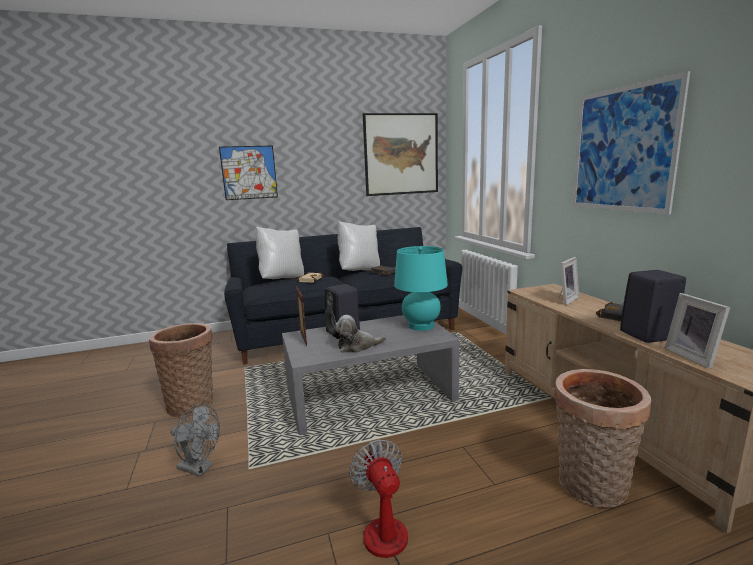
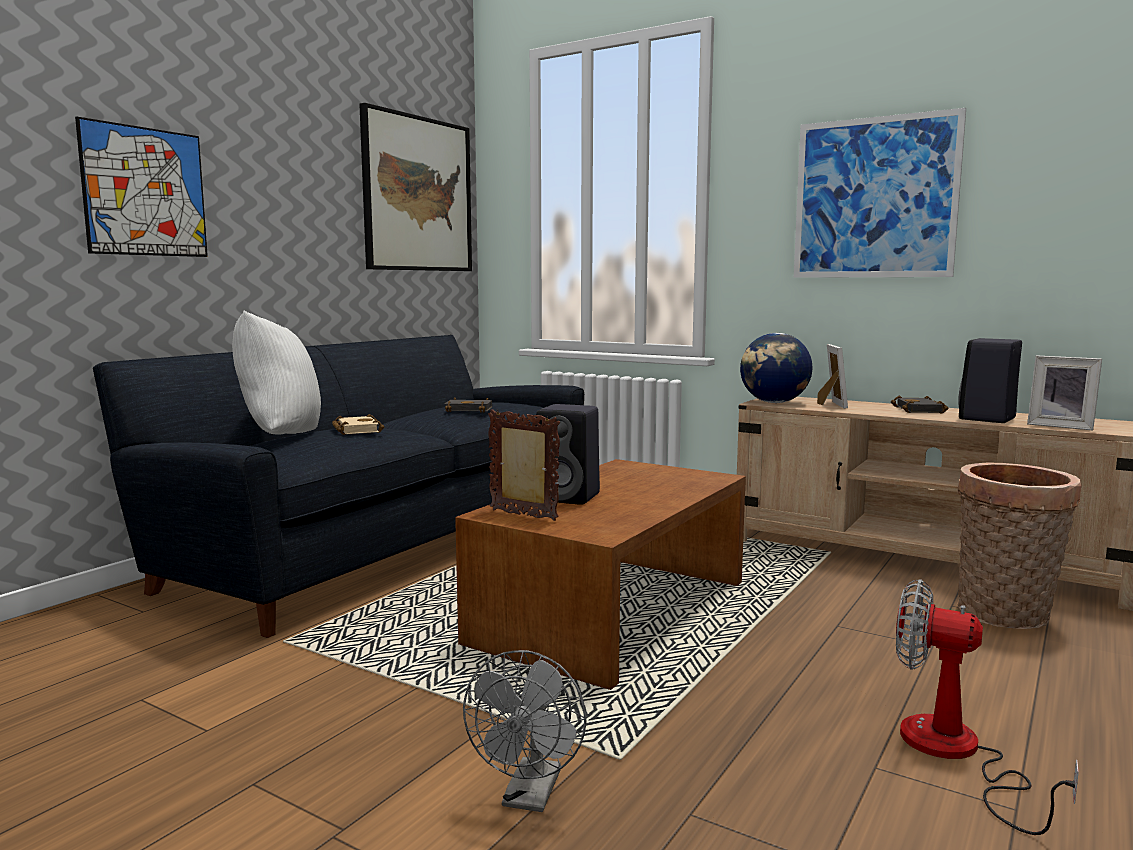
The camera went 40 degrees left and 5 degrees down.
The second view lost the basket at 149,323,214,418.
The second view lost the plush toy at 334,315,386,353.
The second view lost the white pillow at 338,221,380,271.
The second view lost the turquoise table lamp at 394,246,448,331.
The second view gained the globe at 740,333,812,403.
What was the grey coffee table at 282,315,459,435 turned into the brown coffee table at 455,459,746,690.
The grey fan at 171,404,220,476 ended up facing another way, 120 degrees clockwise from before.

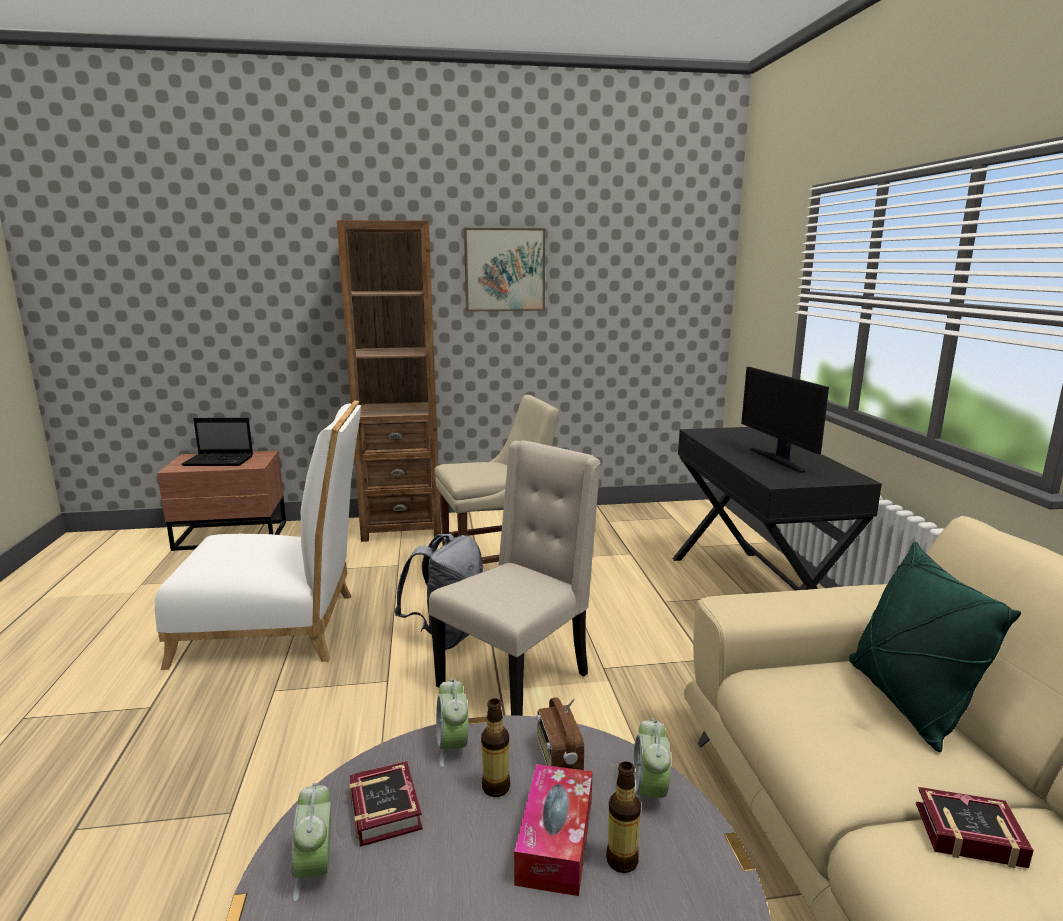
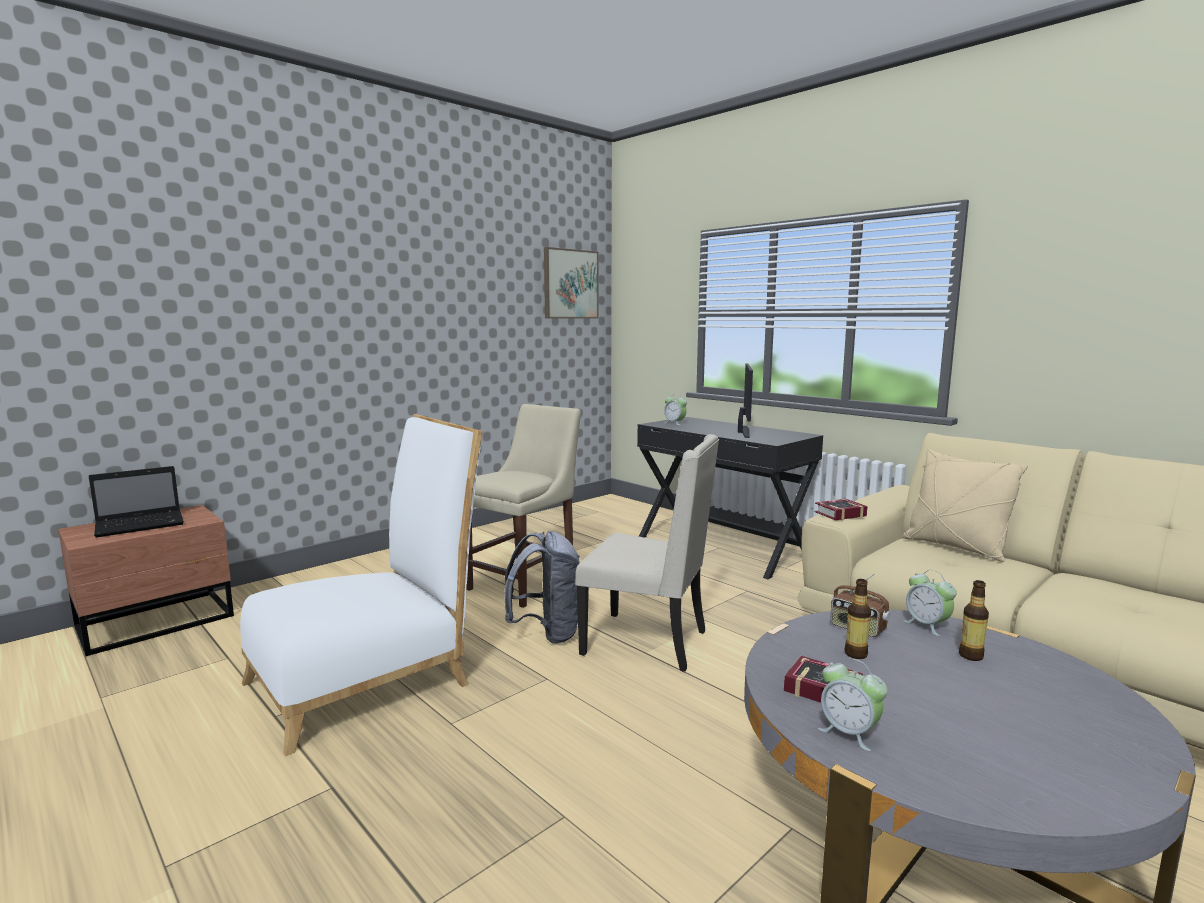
The camera went 35 degrees left and 5 degrees down.
The second view lost the brown bookcase at 337,220,441,542.
The second view lost the tissue box at 514,764,593,896.
The alarm clock ended up elsewhere, having gone from 436,678,469,767 to 664,393,687,425.
The picture ended up elsewhere, having gone from 464,228,545,312 to 544,247,599,319.
The book ended up elsewhere, having gone from 916,787,1034,868 to 815,499,868,520.
What was the green pillow at 849,542,1021,752 turned into the beige pillow at 903,449,1028,562.
The beige chair at 429,441,601,716 ended up facing another way, 105 degrees clockwise from before.
The monitor at 741,367,829,473 ended up facing another way, 120 degrees counterclockwise from before.

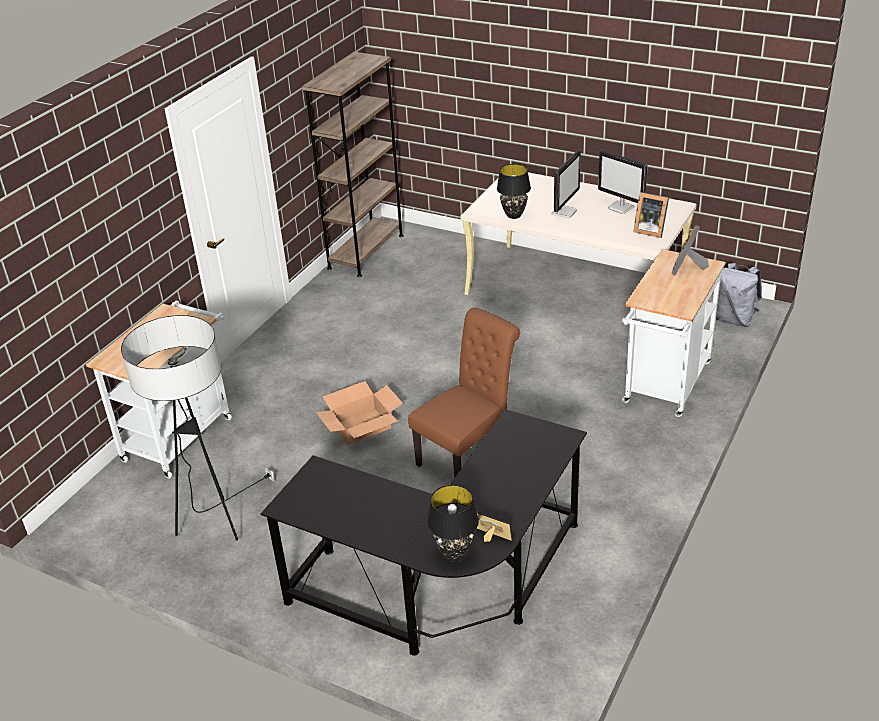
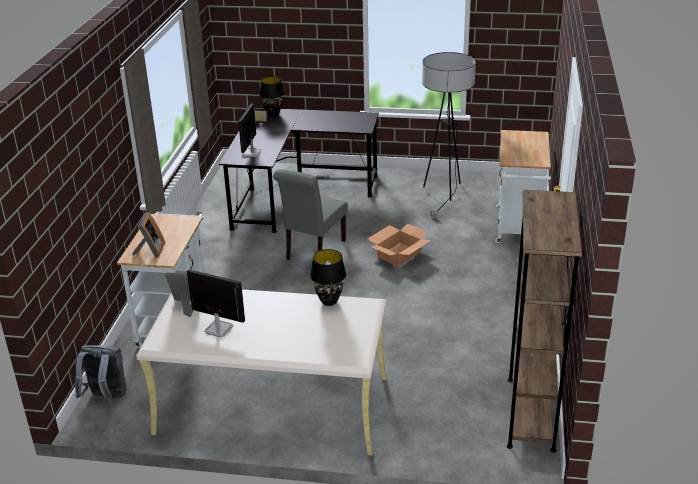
The camera went 160 degrees right and 5 degrees down.
The monitor ended up elsewhere, having gone from 551,150,581,218 to 238,103,261,157.
What was the brown chair at 408,308,520,478 turned into the grey chair at 273,169,348,260.

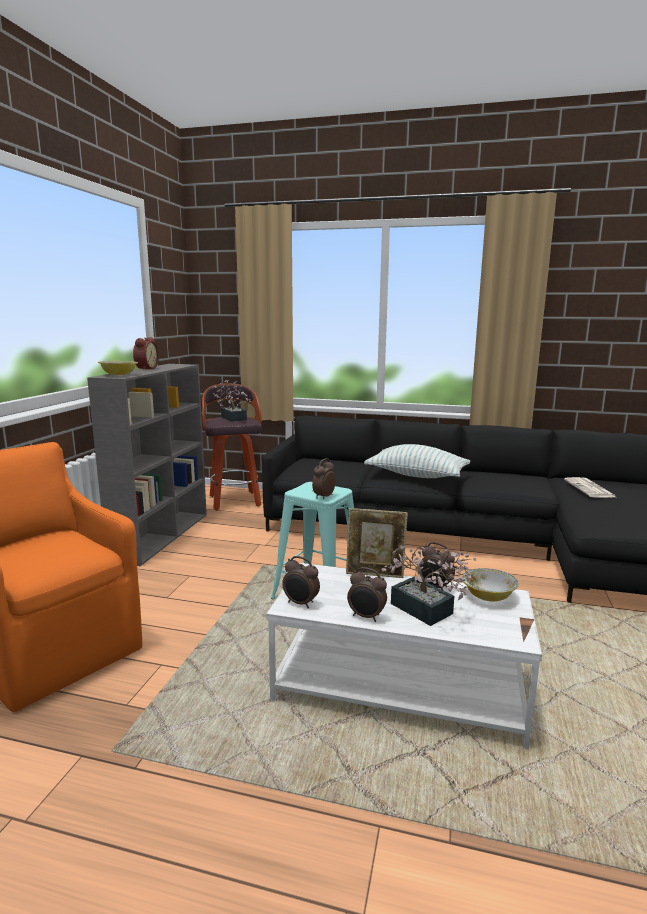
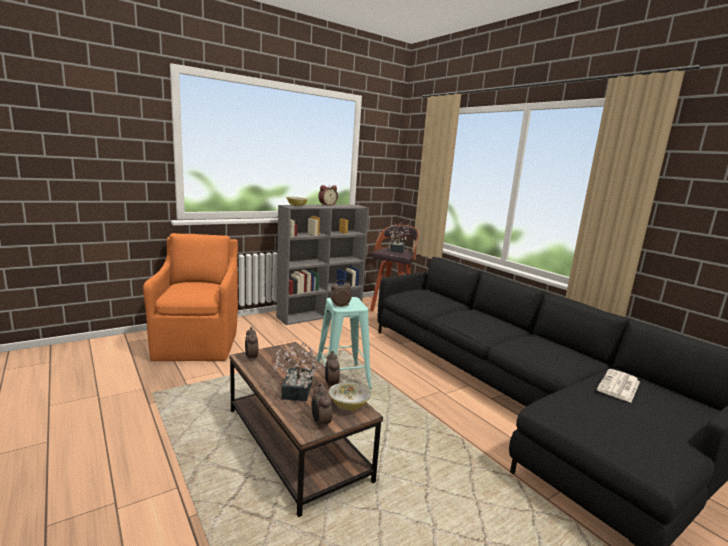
The camera went 40 degrees right and 0 degrees up.
The second view lost the picture frame at 346,508,408,578.
The second view lost the pillow at 364,444,471,478.
The alarm clock ended up elsewhere, having gone from 347,567,387,622 to 311,384,332,429.
What was the white coffee table at 267,563,542,749 turned into the brown coffee table at 229,342,383,517.

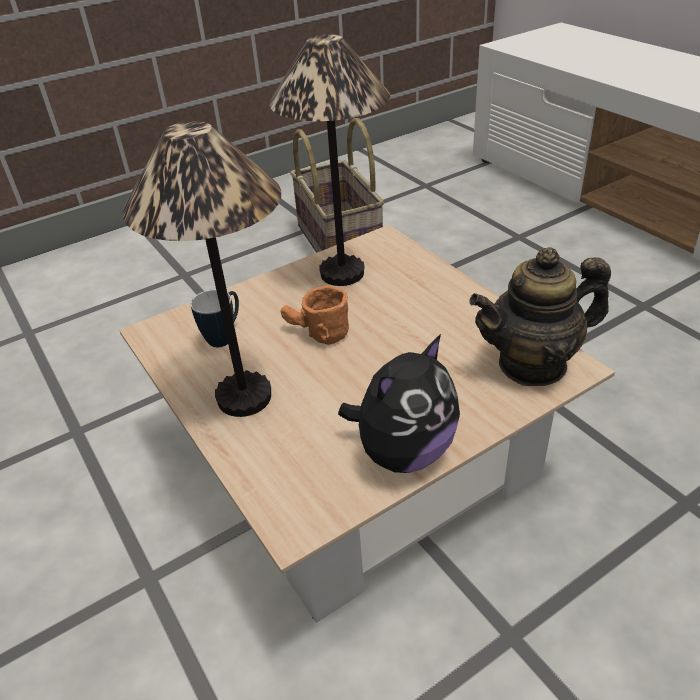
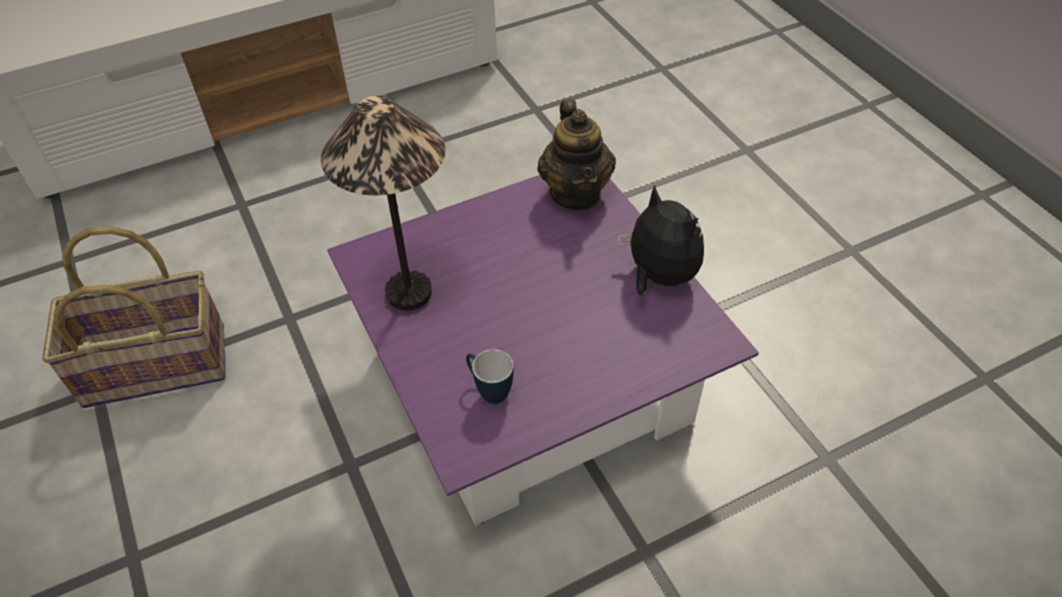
The camera went 85 degrees left and 10 degrees up.
The second view lost the table lamp at 123,121,281,417.
The second view lost the orange mug at 281,285,349,345.
What was the beige coffee table at 119,225,615,623 turned into the purple coffee table at 327,175,759,526.

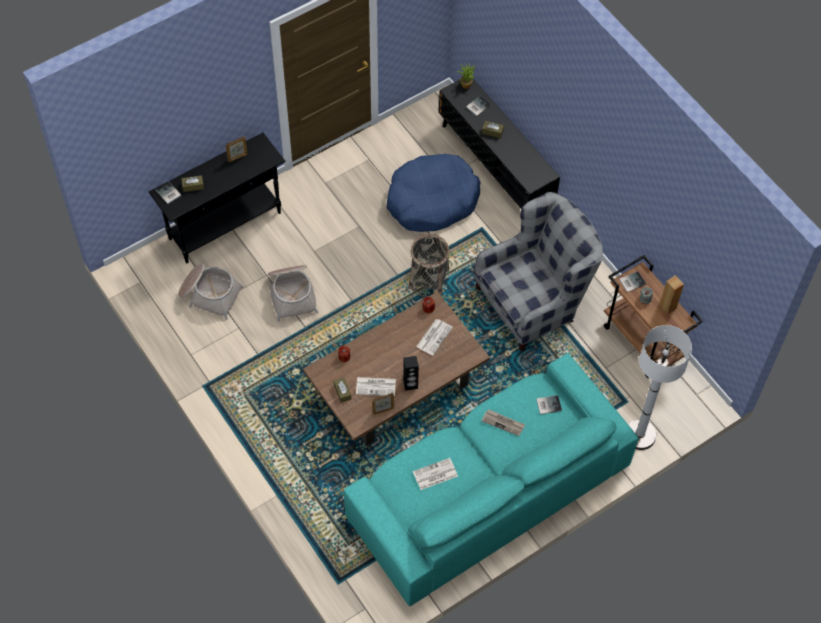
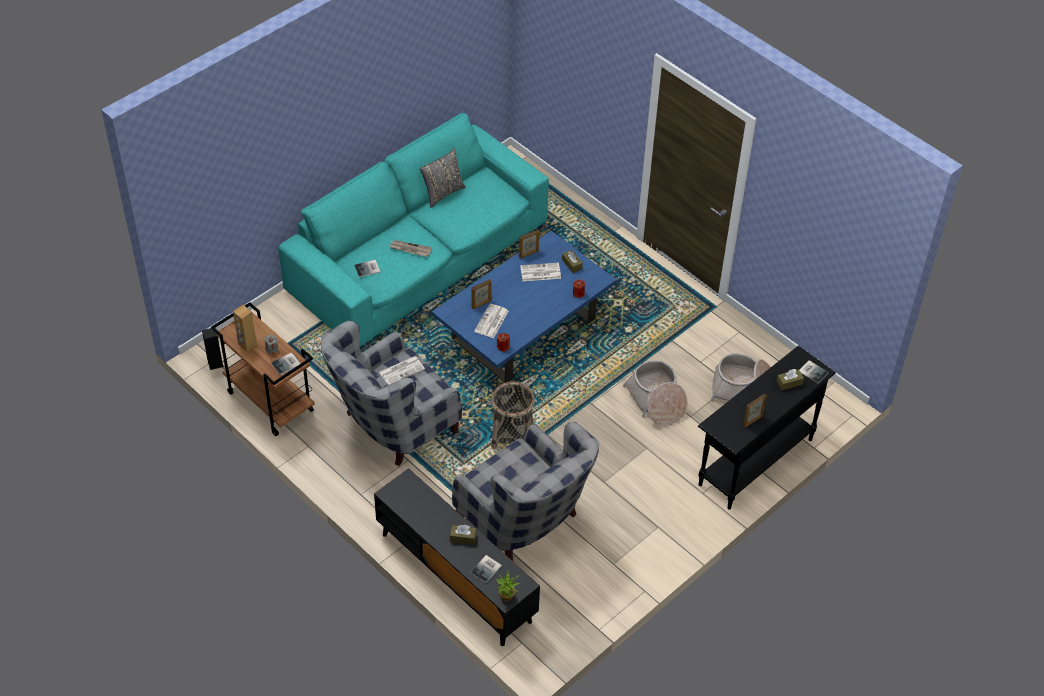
The camera went 170 degrees right and 10 degrees down.
The second view lost the white floor lamp at 628,325,692,450.
The second view gained the grey pillow at 419,148,466,208.
The second view gained the picture frame at 471,279,492,309.
The black speaker ended up elsewhere, having gone from 403,356,419,391 to 202,328,223,370.
The newspaper ended up elsewhere, having gone from 413,458,458,490 to 379,356,425,385.
Where the blue dog bed stood at 386,154,480,232, the grey armchair came to stand at 452,422,599,562.
What was the brown coffee table at 303,292,490,446 turned into the blue coffee table at 432,231,617,383.

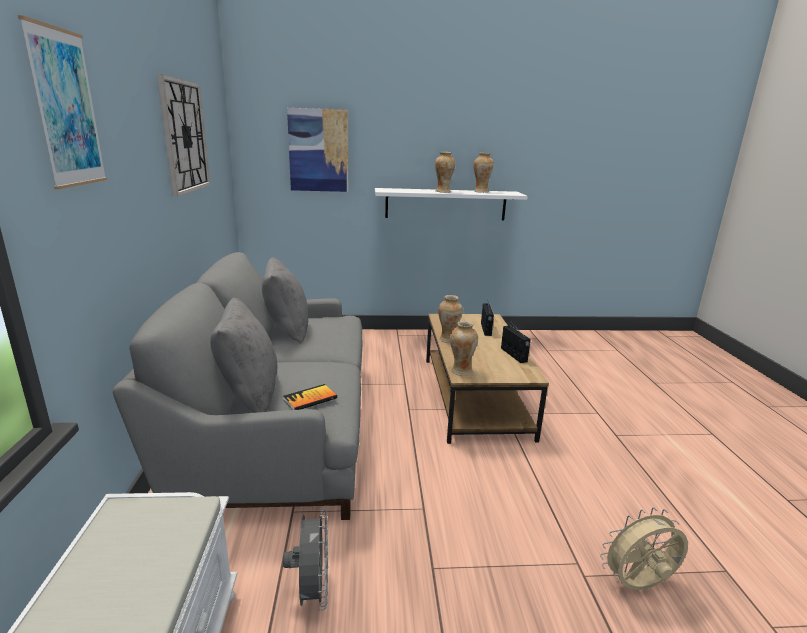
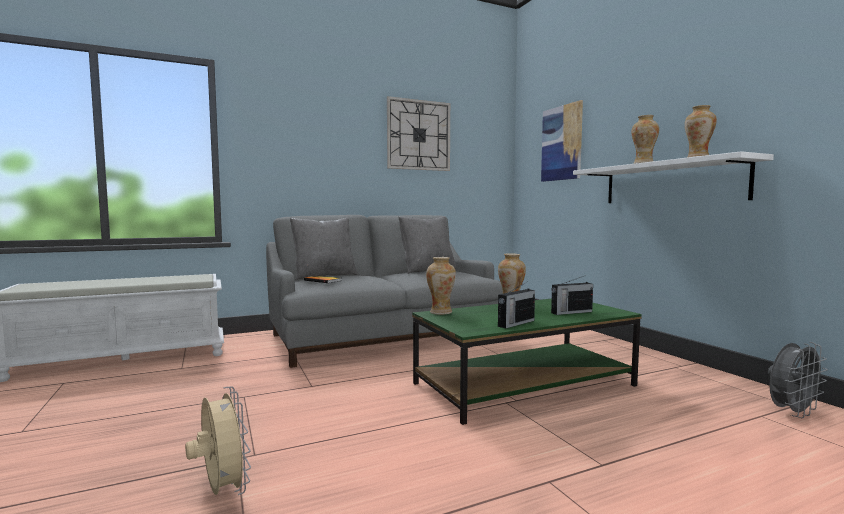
The camera went 70 degrees right and 15 degrees down.
The second view lost the picture at 18,15,107,189.
The grey fan ended up elsewhere, having gone from 283,509,328,611 to 768,342,828,418.
What was the brown coffee table at 426,314,549,444 turned into the green coffee table at 412,299,642,425.

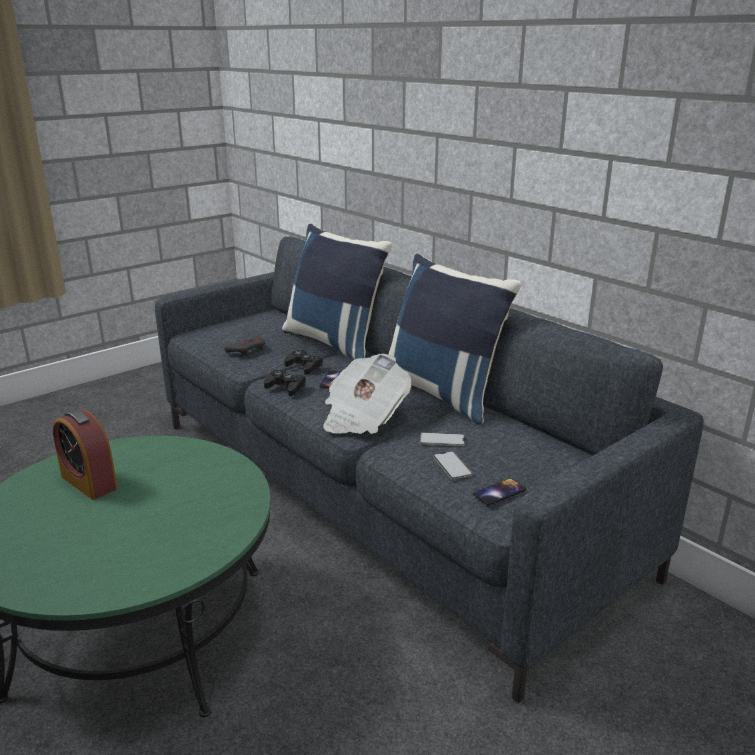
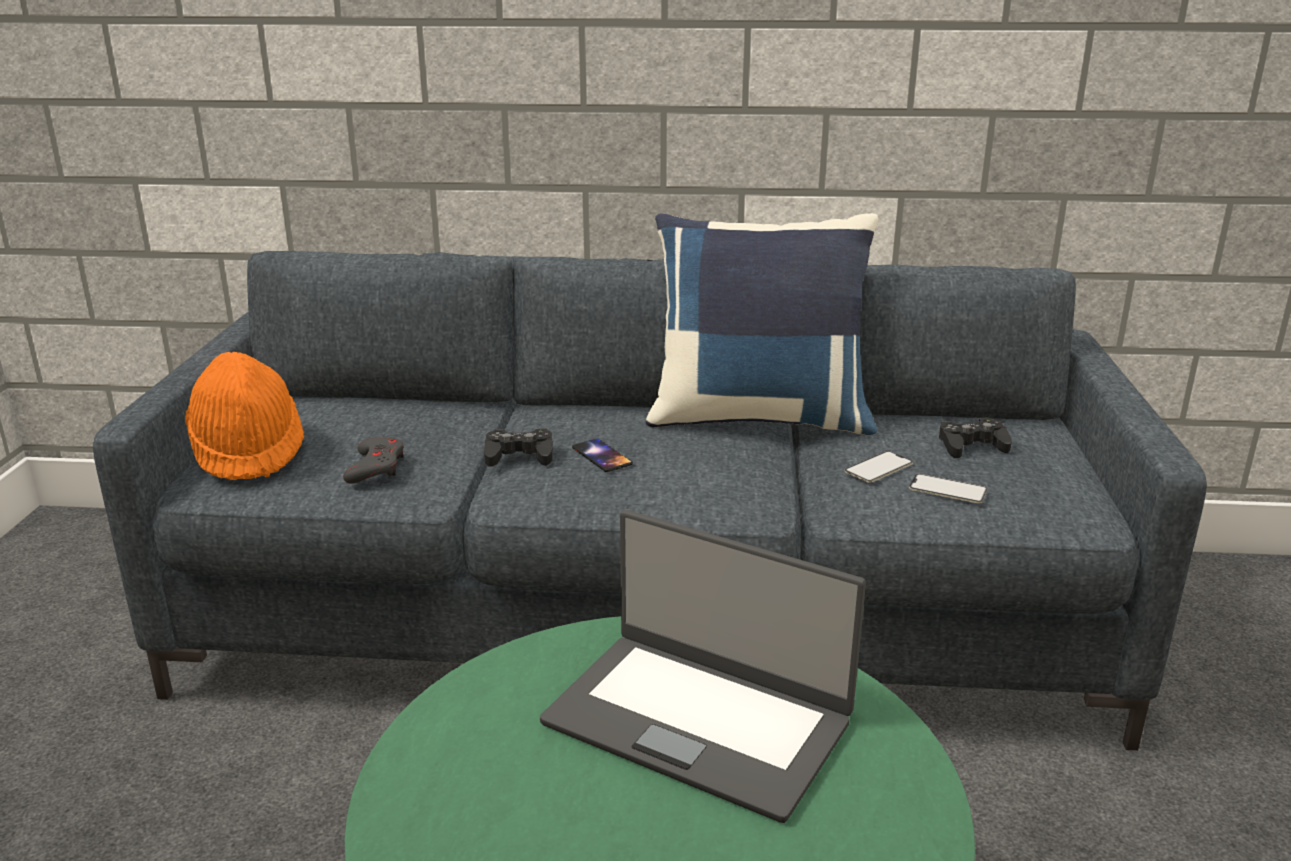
The camera went 45 degrees left and 0 degrees up.
The second view lost the alarm clock at 53,409,118,500.
The second view lost the blue pillow at 282,224,392,360.
The second view lost the newspaper at 323,354,411,434.
The second view lost the phone at 473,478,526,505.
The second view gained the orange hat at 185,352,304,480.
The second view gained the laptop at 540,510,866,823.
The black game controller ended up elsewhere, having gone from 264,369,306,396 to 939,417,1012,458.

